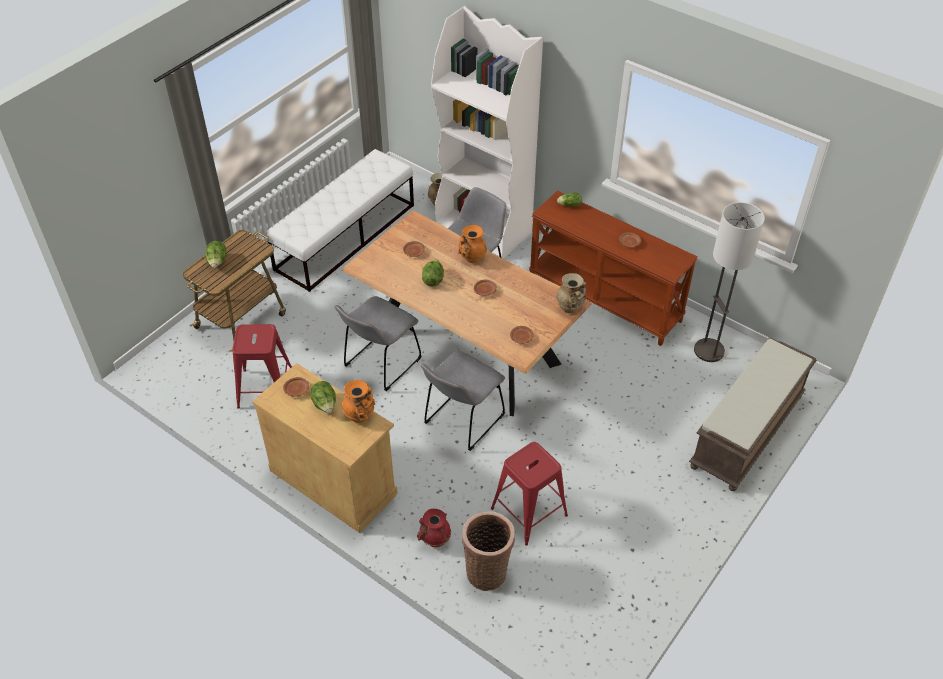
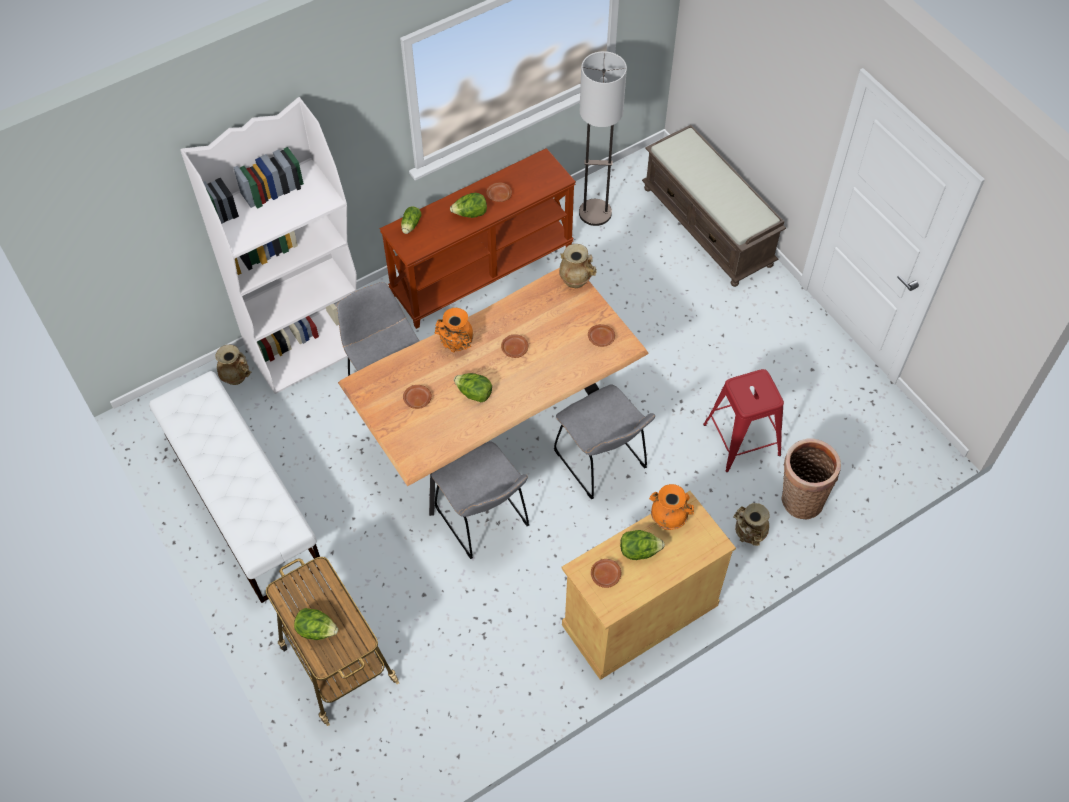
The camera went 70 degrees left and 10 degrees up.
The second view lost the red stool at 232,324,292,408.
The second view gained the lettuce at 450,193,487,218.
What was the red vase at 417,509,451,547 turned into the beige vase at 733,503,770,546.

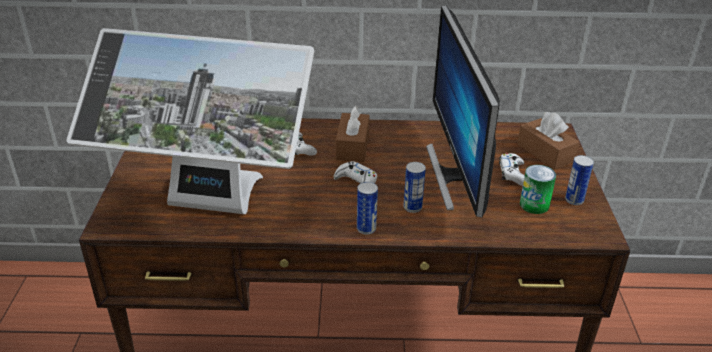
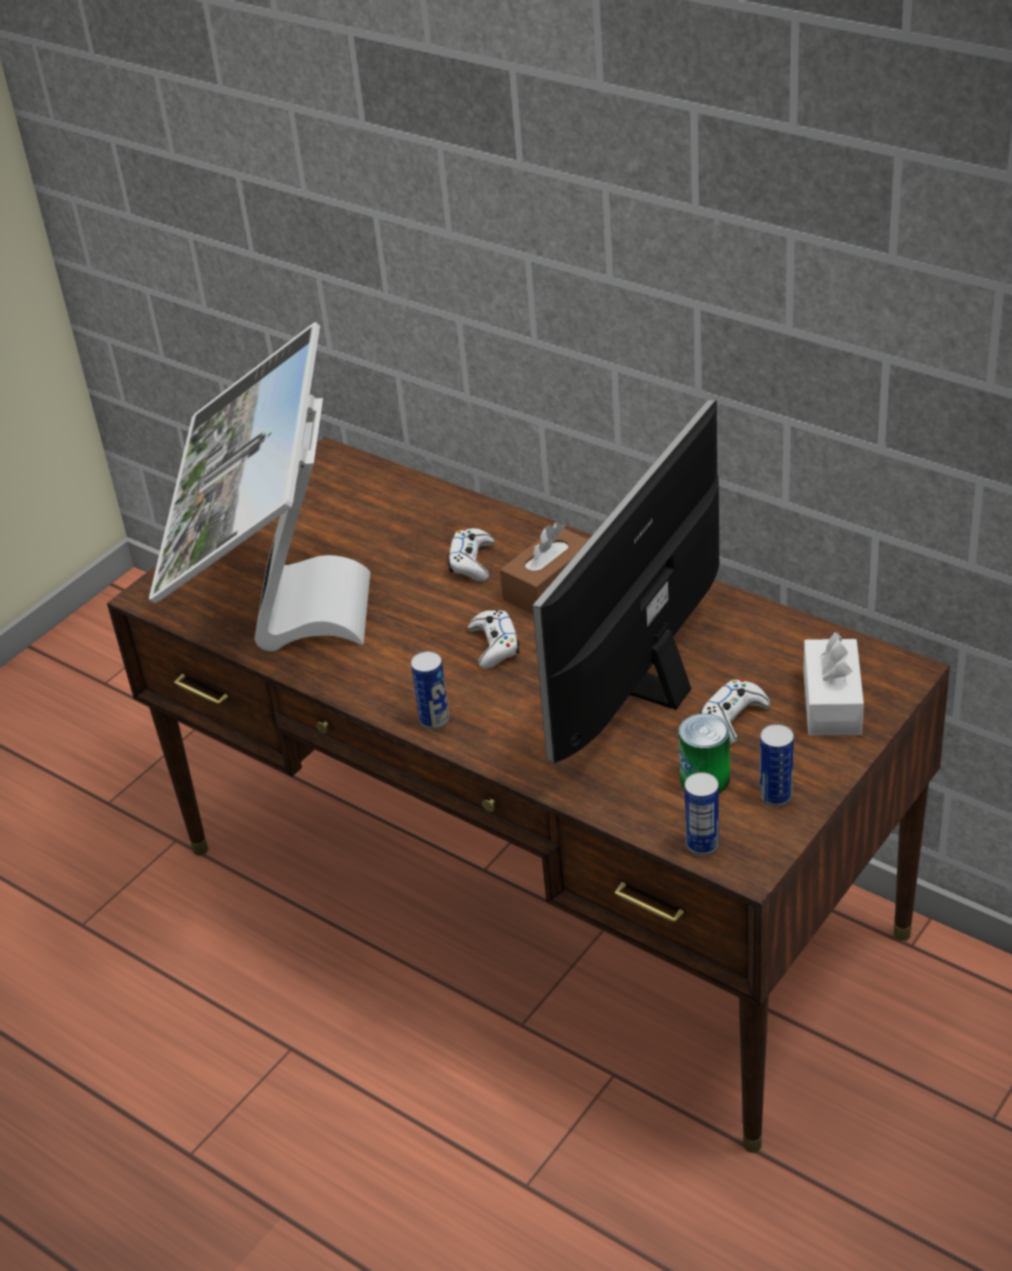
The camera went 40 degrees right and 5 degrees up.
The can ended up elsewhere, having gone from 403,162,426,213 to 685,772,719,856.
What was the brown tissue box at 517,112,579,170 turned into the white tissue box at 803,632,864,736.
The monitor at 67,28,314,214 ended up facing another way, 45 degrees clockwise from before.

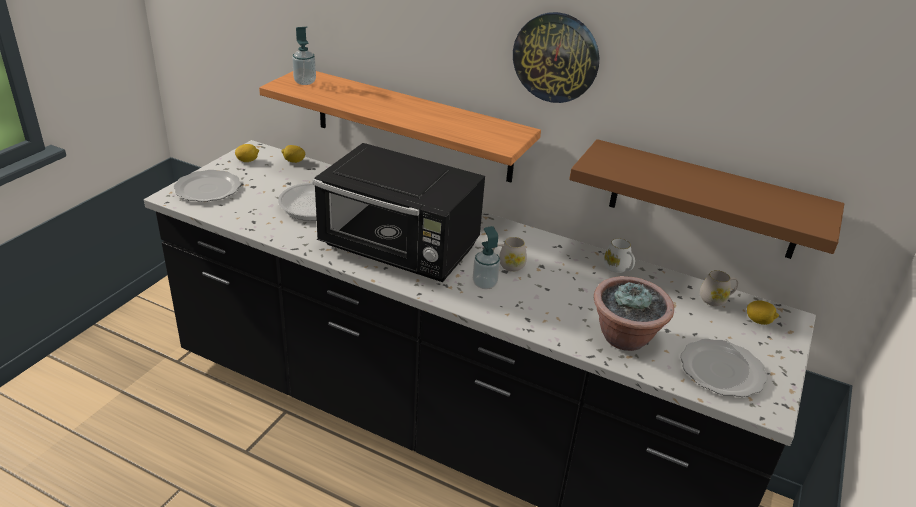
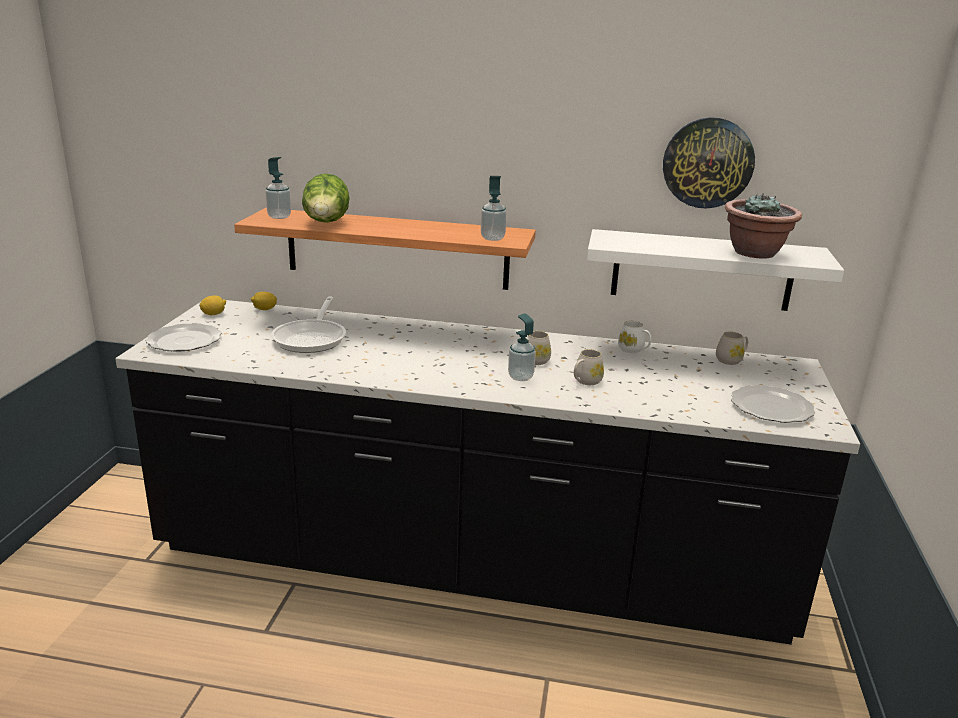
The camera went 15 degrees left and 10 degrees down.
The second view lost the black microwave at 313,143,485,282.
The second view lost the lemon at 747,300,779,325.
The second view gained the lettuce at 302,173,349,223.
The second view gained the soap dispenser at 481,176,507,241.
The second view gained the white mug at 574,349,604,385.
The wall clock ended up elsewhere, having gone from 513,12,599,103 to 663,117,755,209.
The potted plant ended up elsewhere, having gone from 594,276,674,351 to 725,193,802,259.
What was the brown shelf at 569,139,845,259 turned into the white shelf at 587,229,844,311.

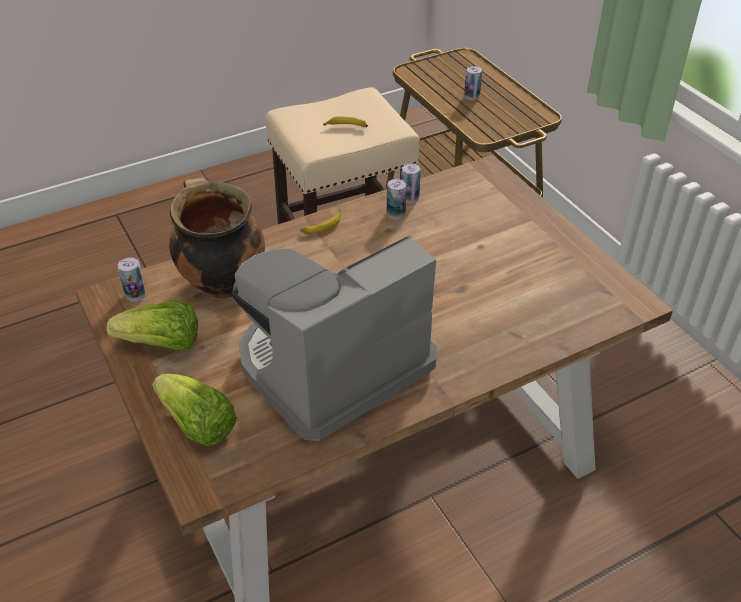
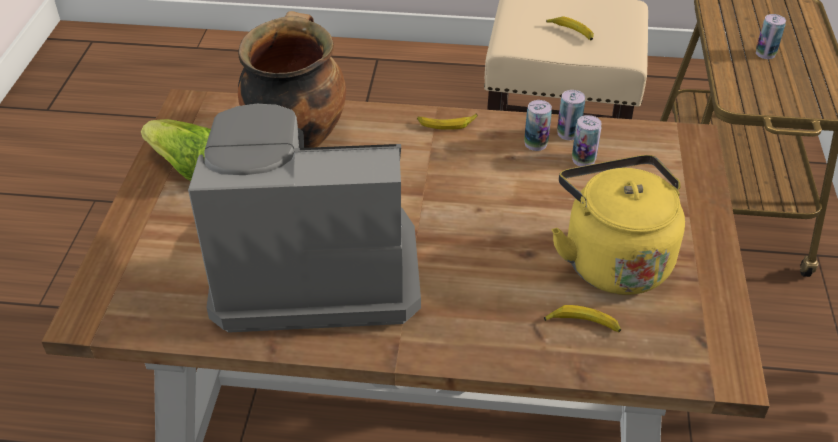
The camera went 35 degrees right and 0 degrees up.
The second view lost the lettuce at 152,374,237,446.
The second view gained the banana at 544,305,621,333.
The second view gained the yellow kettle at 552,155,685,295.
The can ended up elsewhere, having gone from 118,257,146,302 to 572,115,602,166.

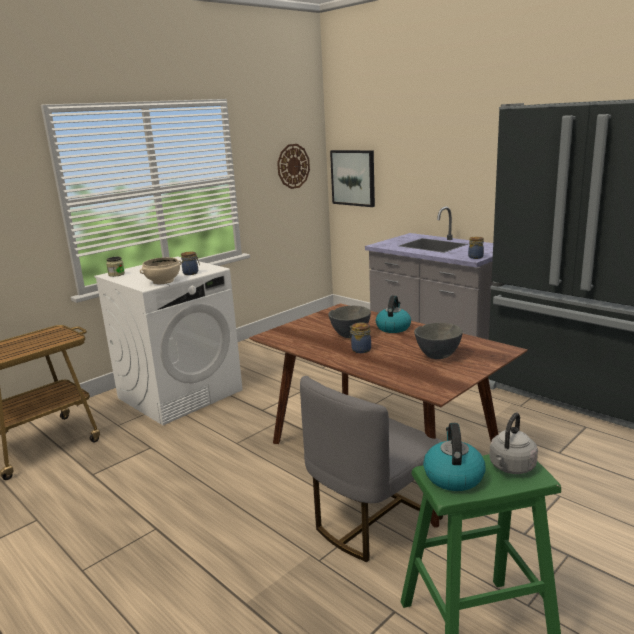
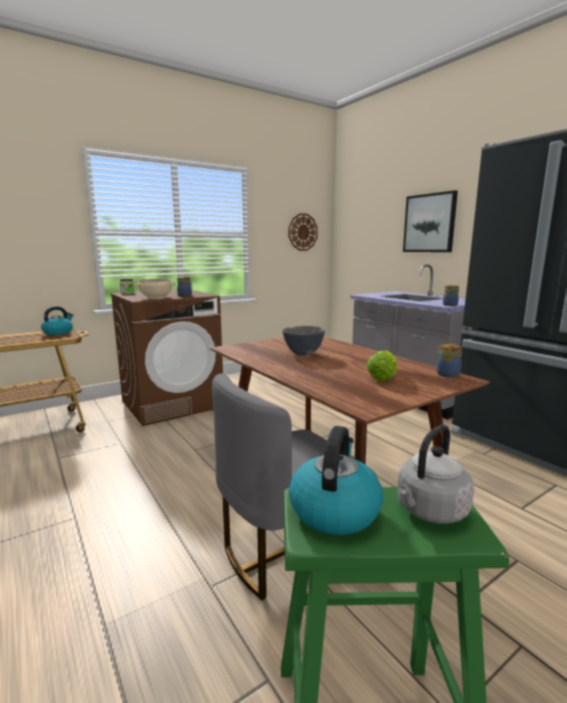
The camera went 10 degrees right and 5 degrees down.
The picture ended up elsewhere, having gone from 330,150,375,207 to 403,190,458,252.
The jar ended up elsewhere, having gone from 349,322,371,353 to 435,344,462,378.
The kettle ended up elsewhere, having gone from 376,295,411,333 to 41,306,73,335.
Where the grey bowl stood at 414,323,463,359, the lettuce came to stand at 366,350,397,381.
What was the white washing machine at 94,257,243,425 turned into the brown washing machine at 111,290,223,426.

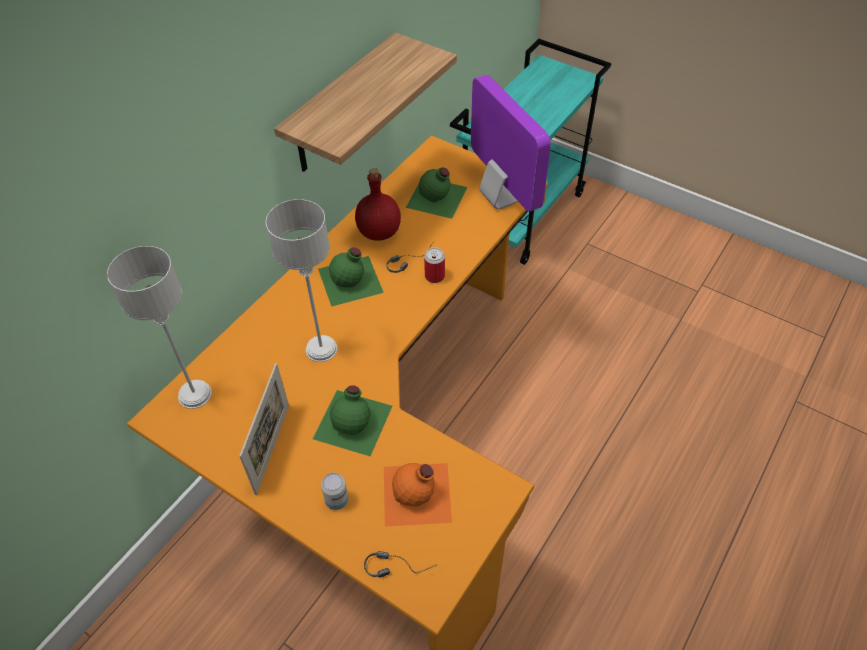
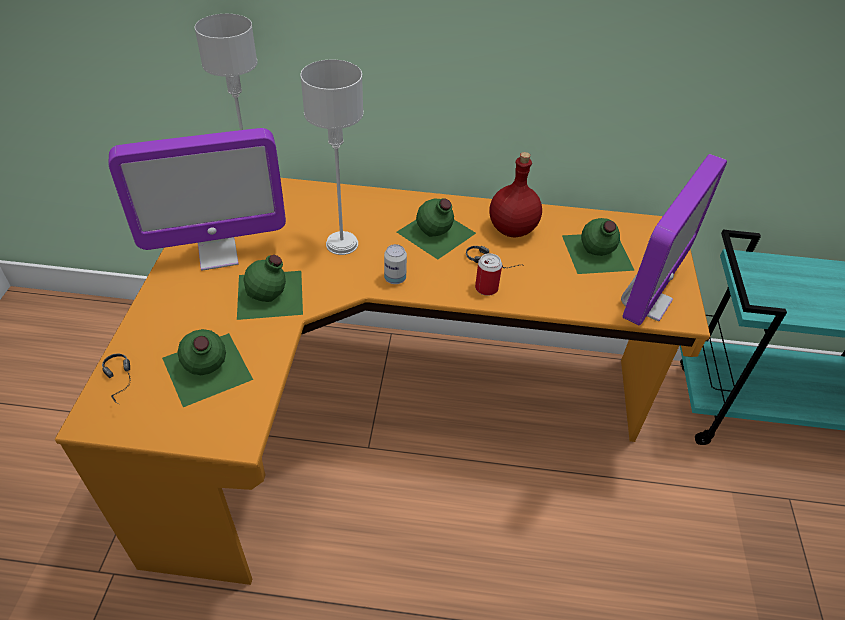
The camera went 60 degrees right and 5 degrees down.
The second view lost the shelf at 274,32,457,172.
The can ended up elsewhere, having gone from 321,473,349,510 to 384,244,407,284.
Where the picture frame stood at 239,363,289,495, the monitor came to stand at 108,128,286,271.
What was the orange bottle at 384,463,452,527 turned into the green bottle at 162,329,253,407.

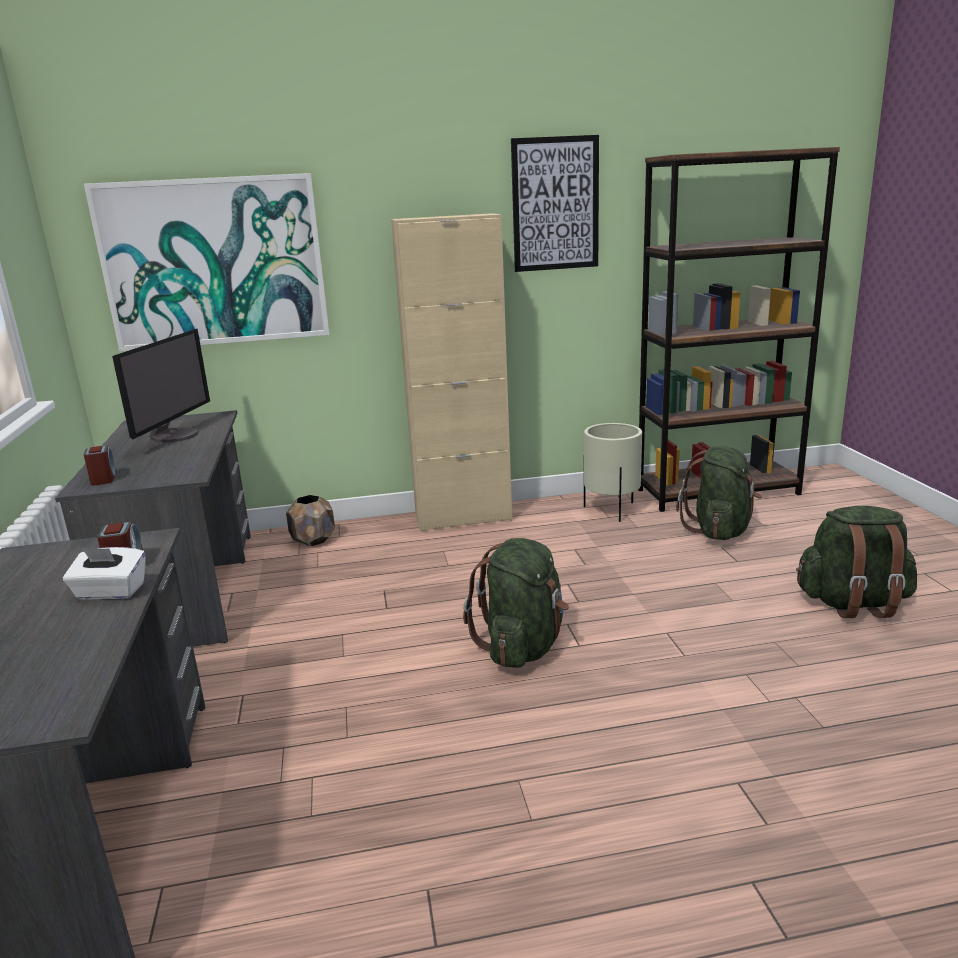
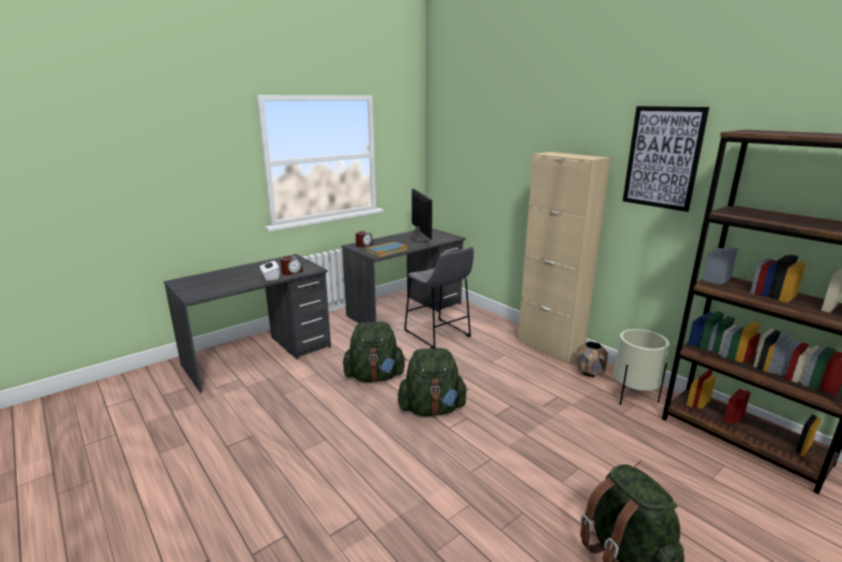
The camera went 60 degrees right and 0 degrees up.
The second view lost the picture at 84,173,329,351.
The second view gained the book at 366,241,407,257.
The second view gained the grey stool at 404,247,474,348.
The brown planter ended up elsewhere, having gone from 286,495,335,546 to 575,341,608,377.
The green backpack ended up elsewhere, having gone from 676,446,762,540 to 343,322,407,382.
The monitor at 112,328,210,443 ended up facing another way, 90 degrees counterclockwise from before.

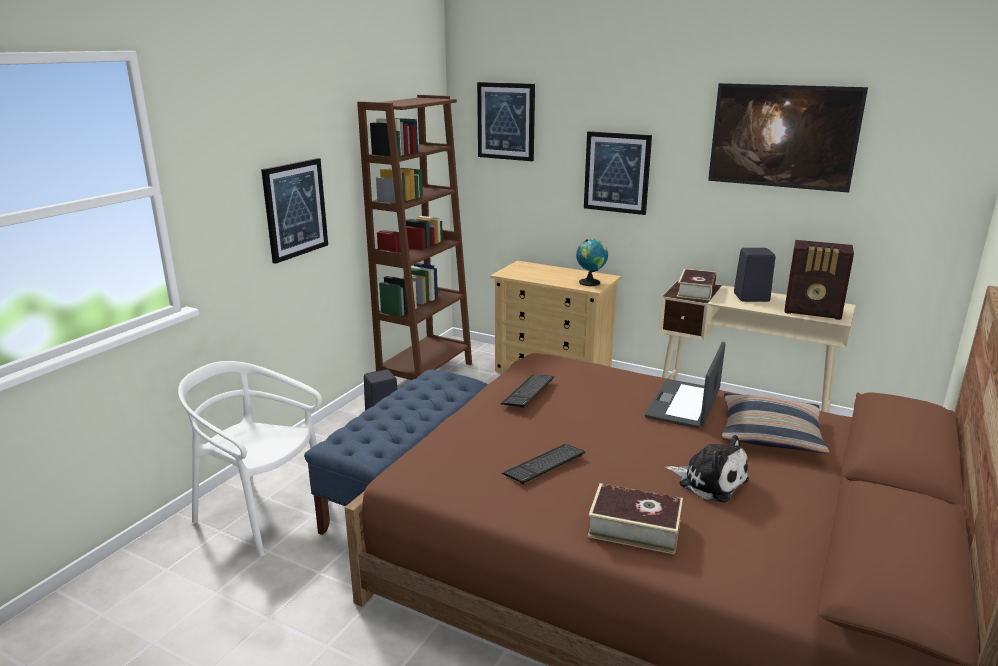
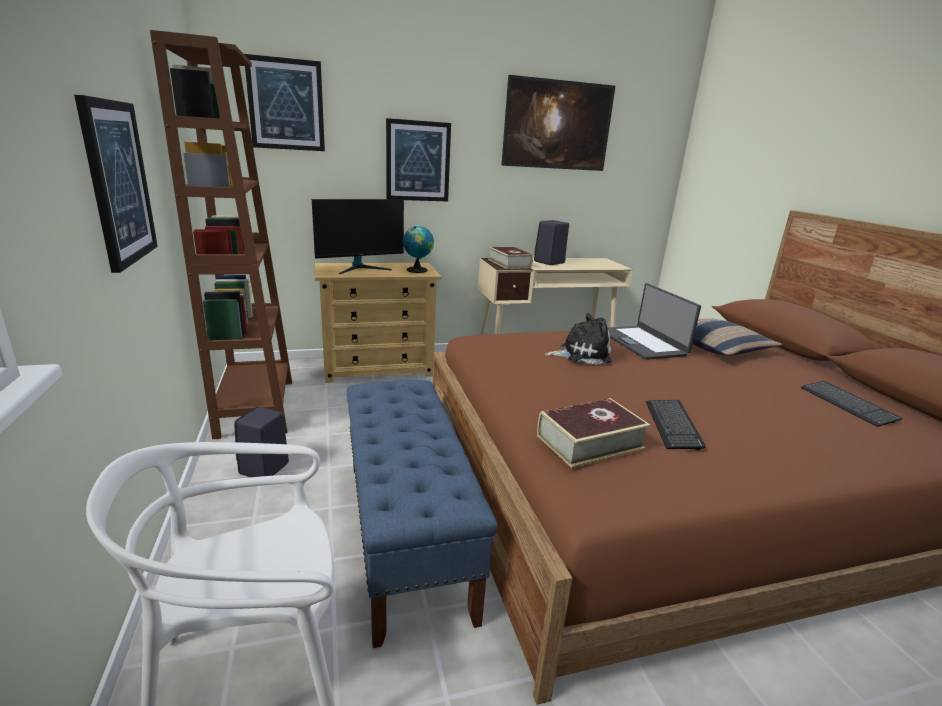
The camera went 45 degrees left and 0 degrees up.
The second view lost the radio at 784,240,854,320.
The second view gained the monitor at 312,199,404,274.
The keyboard ended up elsewhere, having gone from 500,375,554,408 to 801,381,902,427.
The book ended up elsewhere, having gone from 587,483,683,555 to 537,398,650,468.
The plush toy ended up elsewhere, having gone from 665,435,749,503 to 545,313,612,365.

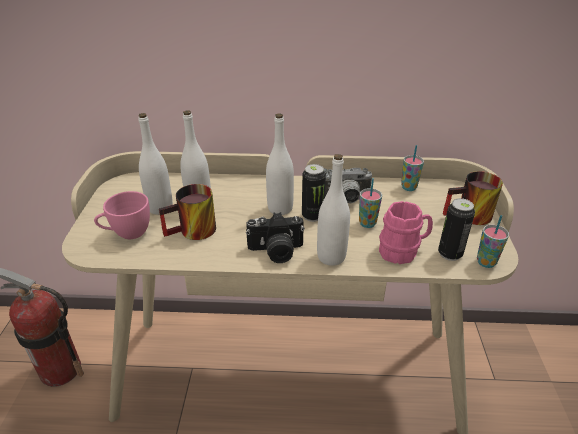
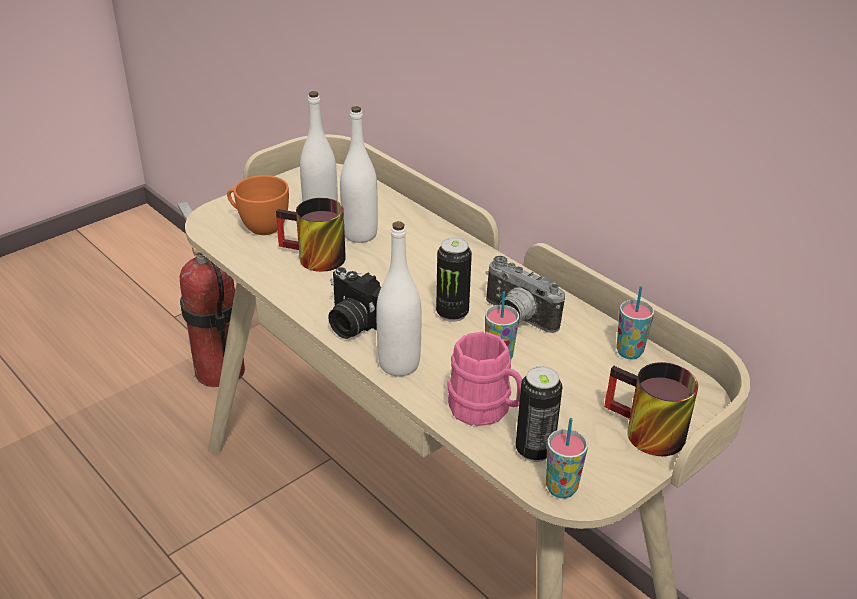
The camera went 45 degrees right and 0 degrees up.
The second view lost the white bottle at 266,114,294,215.
What was the pink cup at 94,191,150,239 turned into the orange cup at 227,175,289,235.

